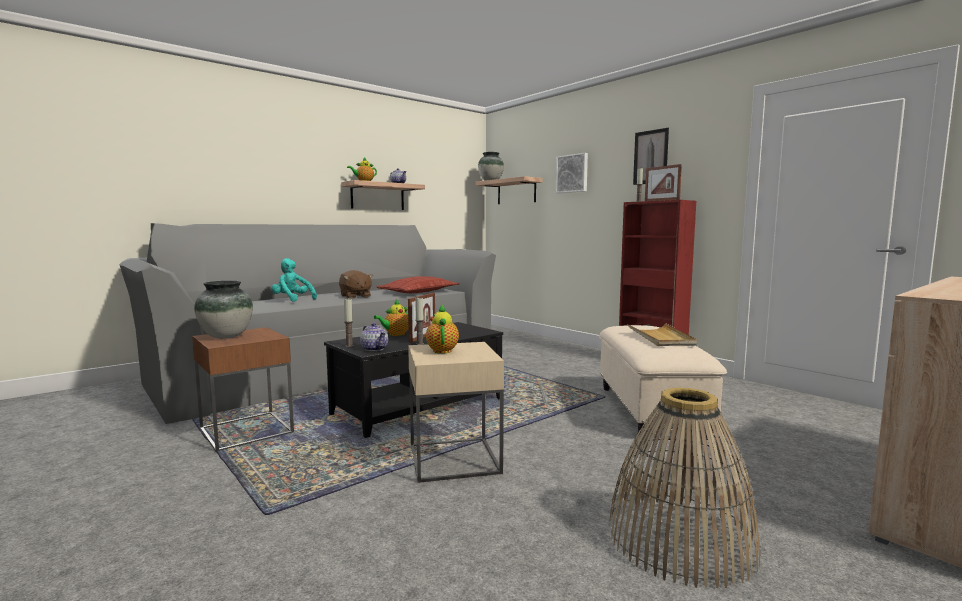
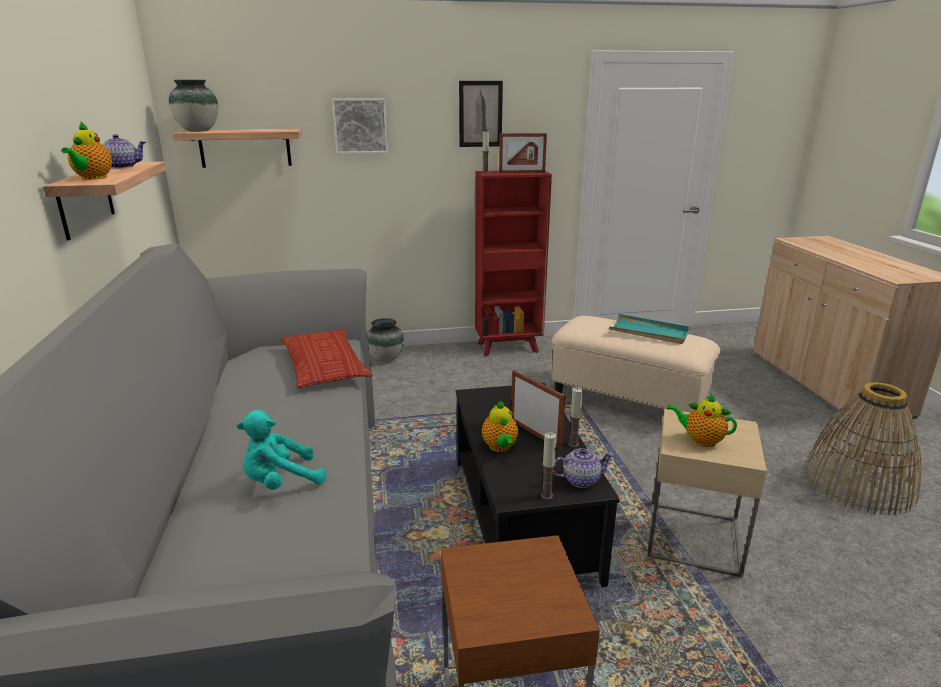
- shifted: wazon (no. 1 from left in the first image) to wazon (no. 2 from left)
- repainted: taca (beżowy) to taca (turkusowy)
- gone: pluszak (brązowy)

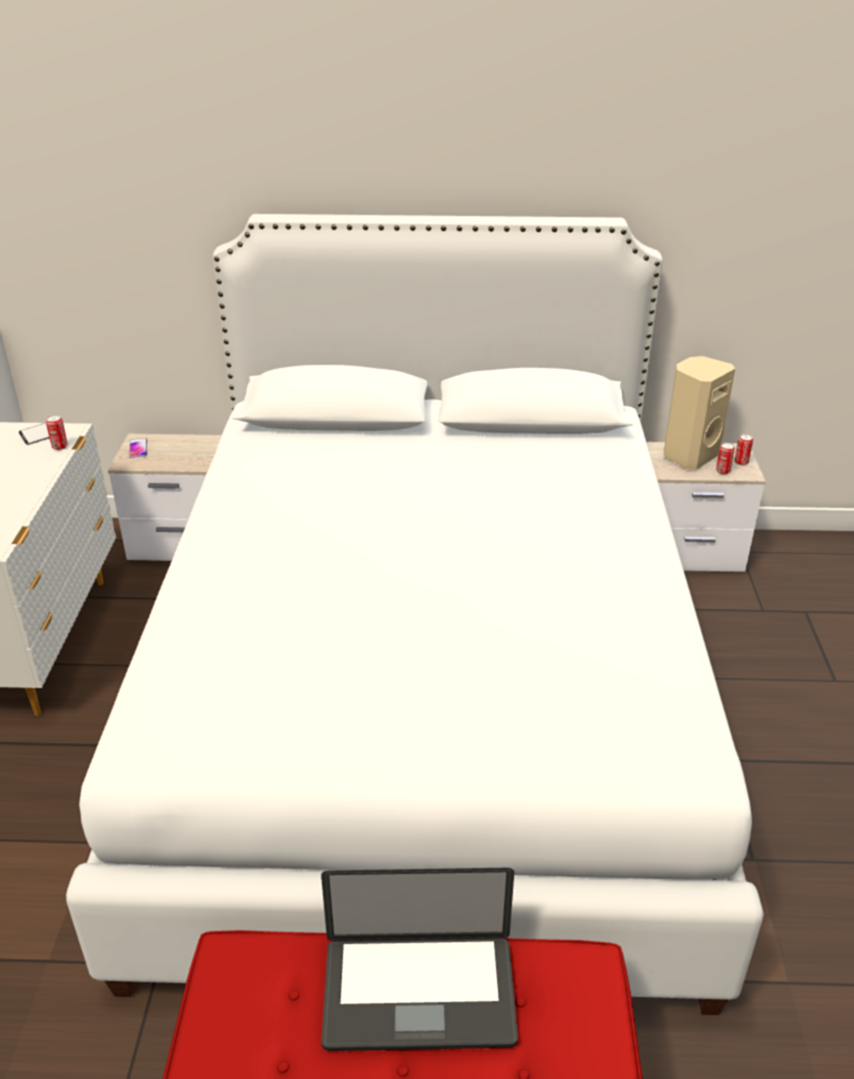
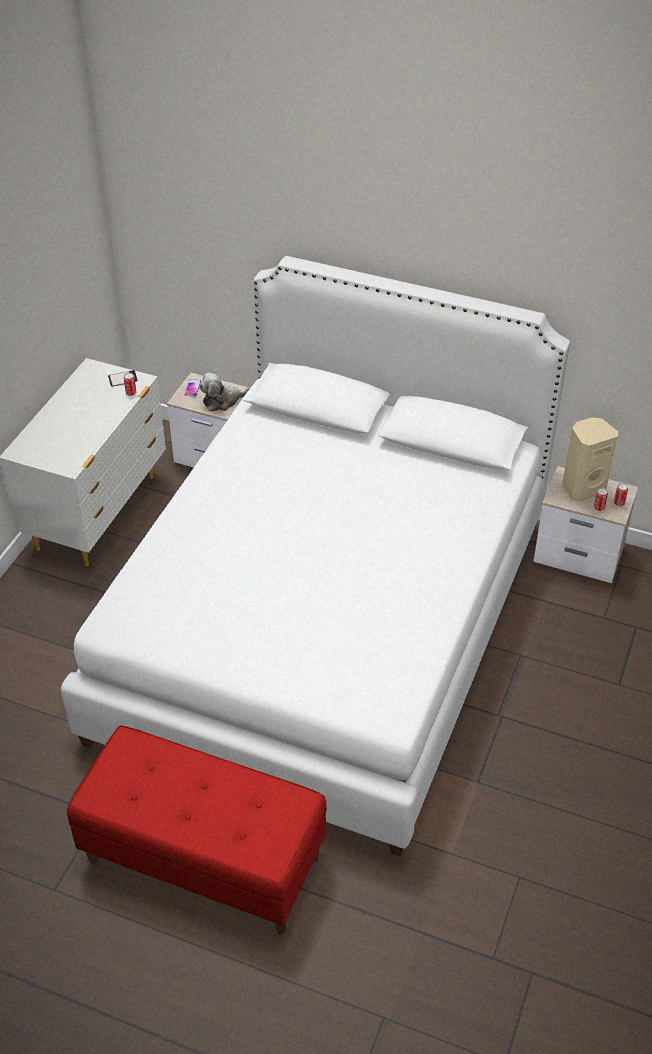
- new: pluszak
- gone: laptop

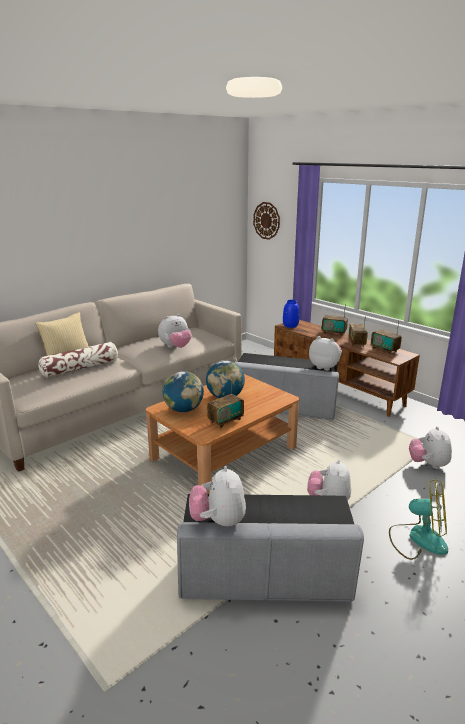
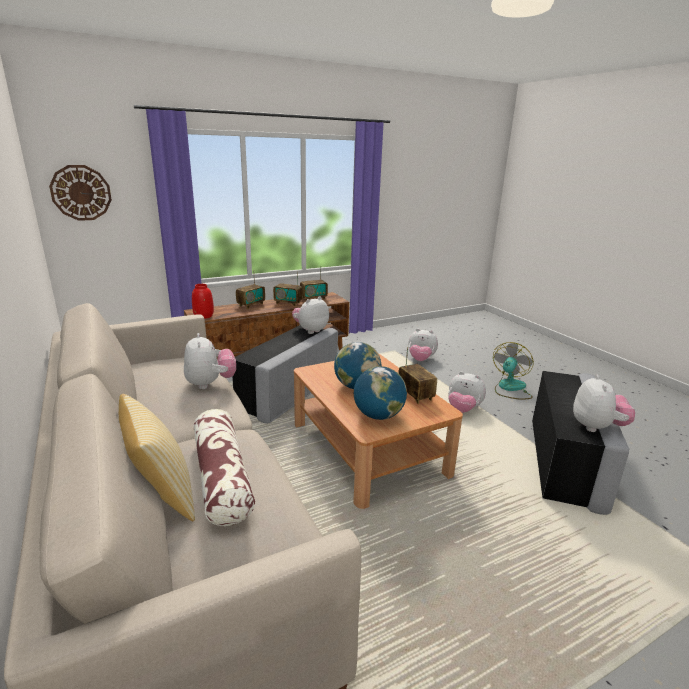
- repainted: wazon (niebieski) to wazon (czerwony)
- rotated: pluszak (no. 2 from left in the first image) 90 degrees counterclockwise

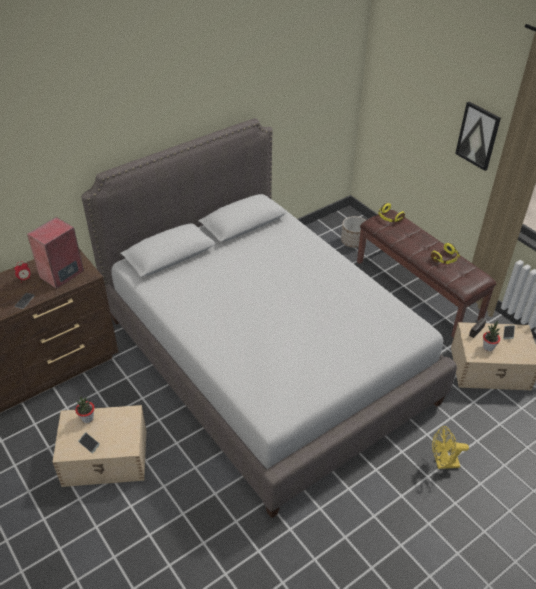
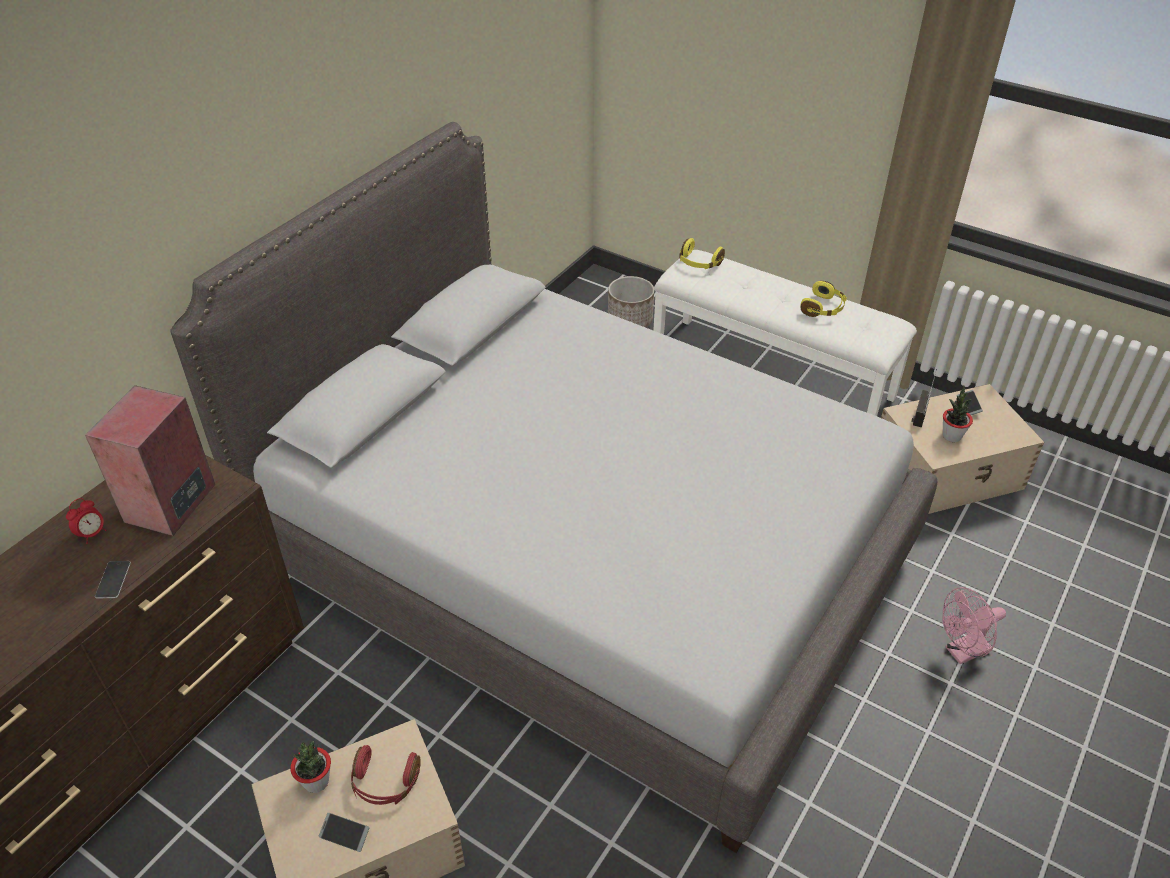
- new: słuchawki (czerwony)
- repainted: ławka (brązowy) to ławka (biały)
- repainted: wentylator (żółty) to wentylator (różowy)
- gone: obraz

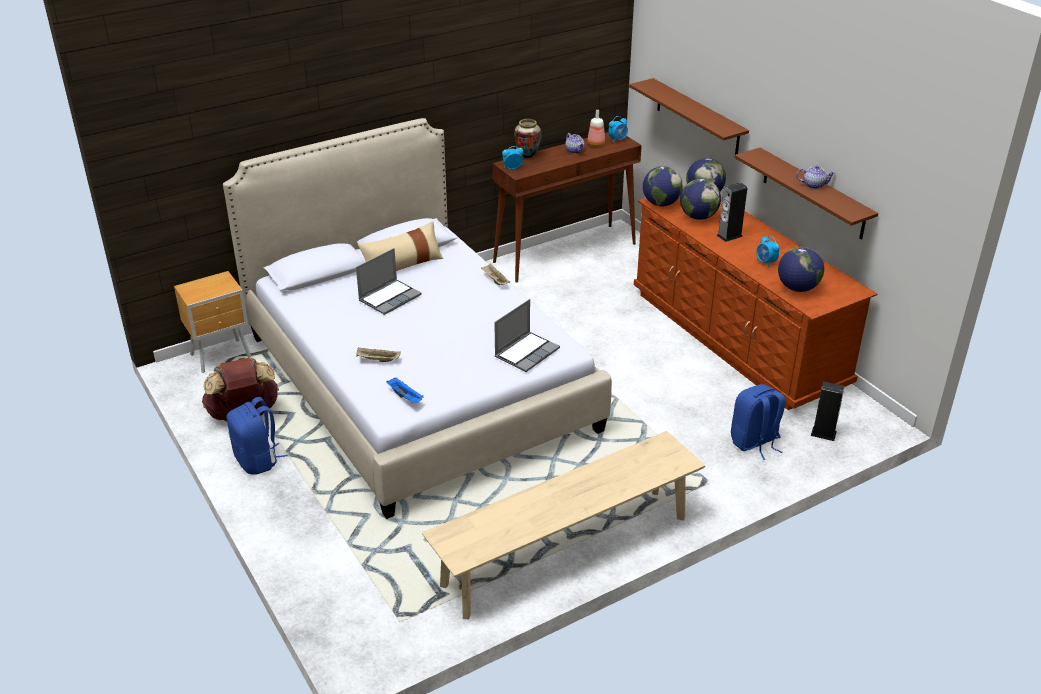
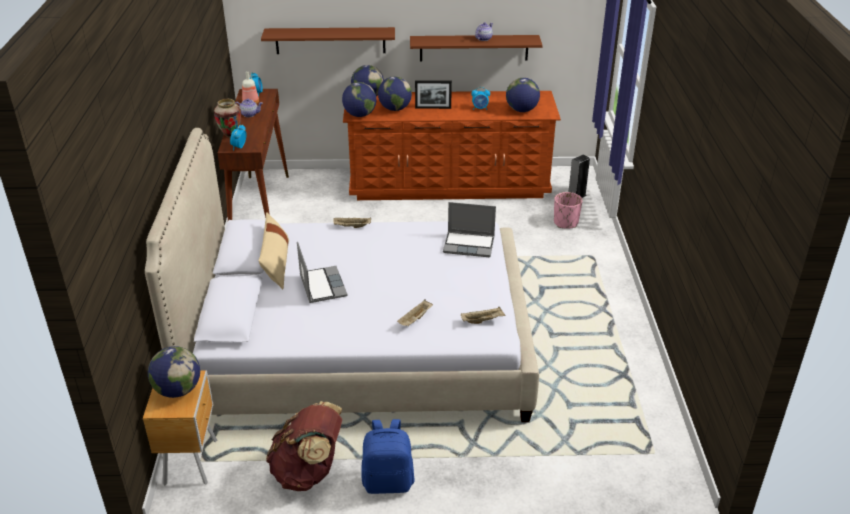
- new: globus (no. 1 from left)
- swapped: głośnik (no. 1 from left) to ramka na zdjęcie
- rotated: laptop (no. 2 from left) 120 degrees clockwise
- repainted: taca (niebieski) to taca (beżowy) (no. 3 from left)
- swapped: plecak (niebieski) (no. 2 from left) to donica (różowy)
- gone: ławka (beżowy)

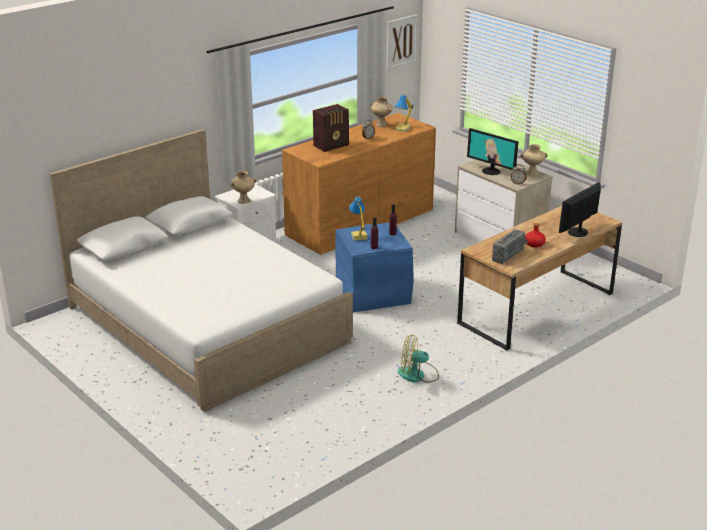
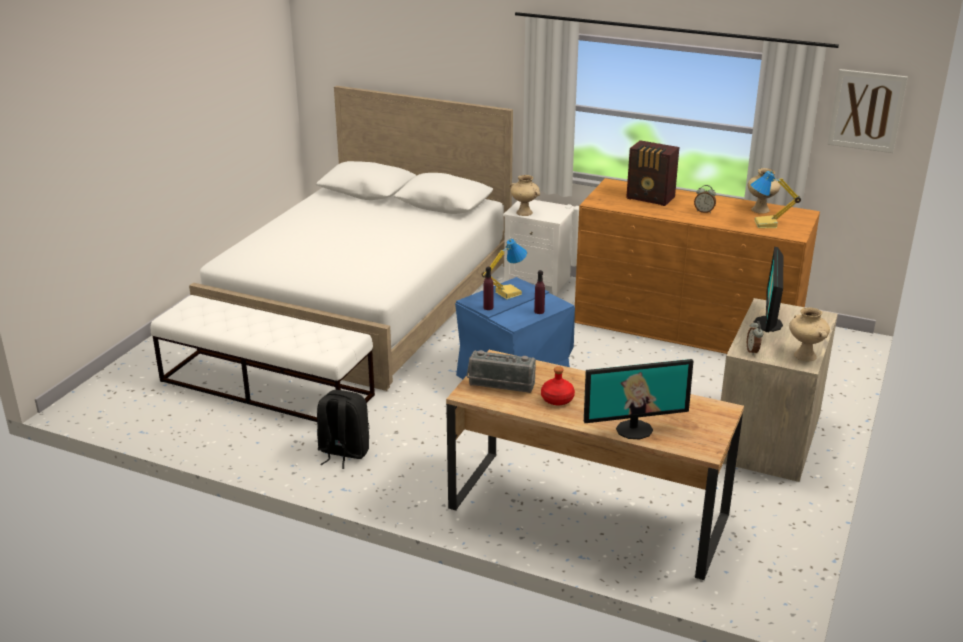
- new: ławka (biały)
- swapped: wentylator to plecak (czarny)
- rotated: monitor (no. 2 from left in the first image) 150 degrees clockwise

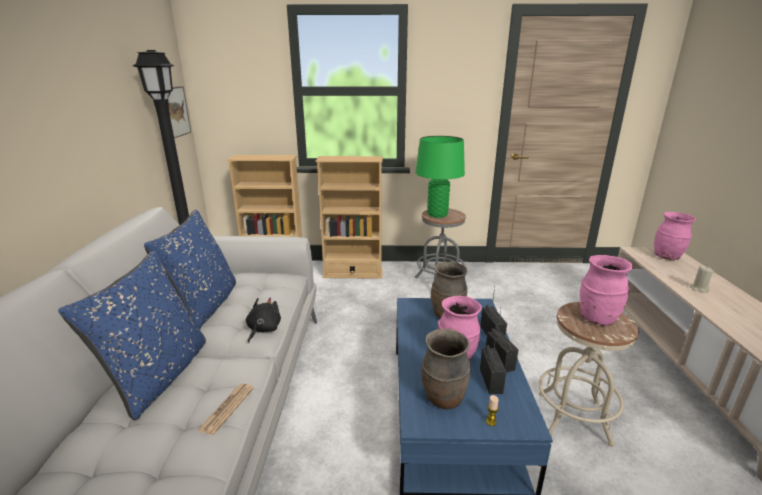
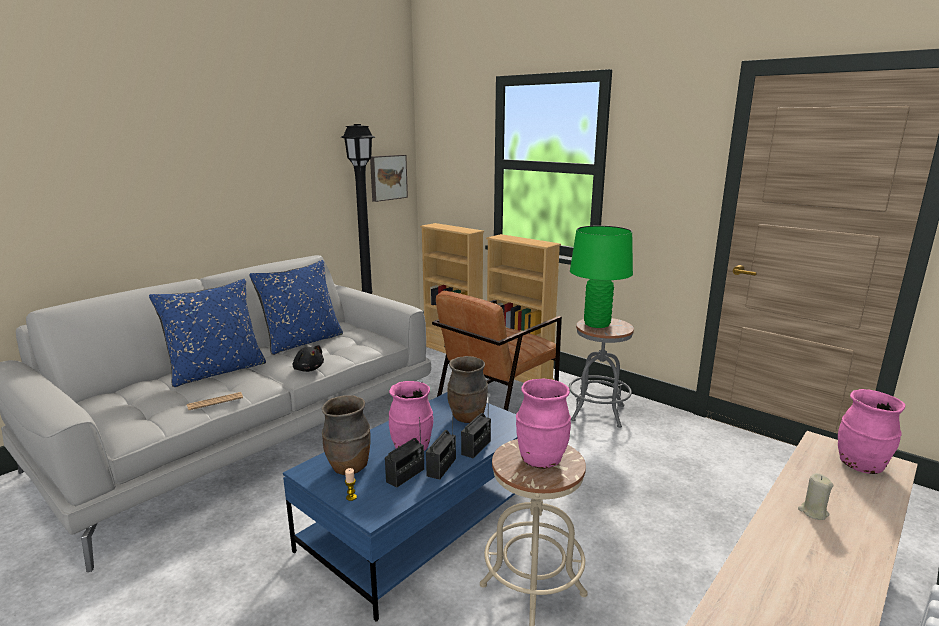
- rotated: pluszak (czarny) 75 degrees clockwise
- new: fotel (brązowy)

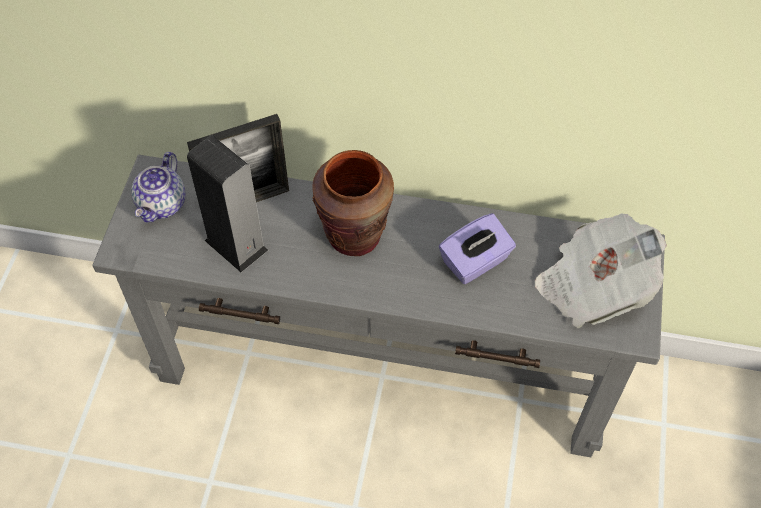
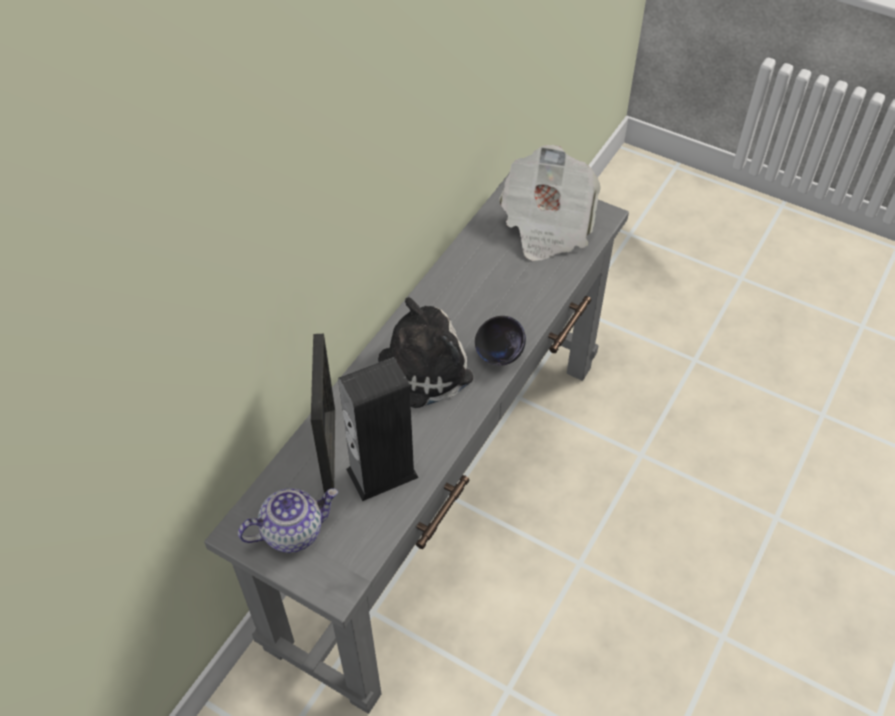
- rotated: imbryk 60 degrees counterclockwise
- swapped: wazon (brązowy) to pluszak
- new: miska (czarny)
- gone: pudełko chusteczek (fioletowy)

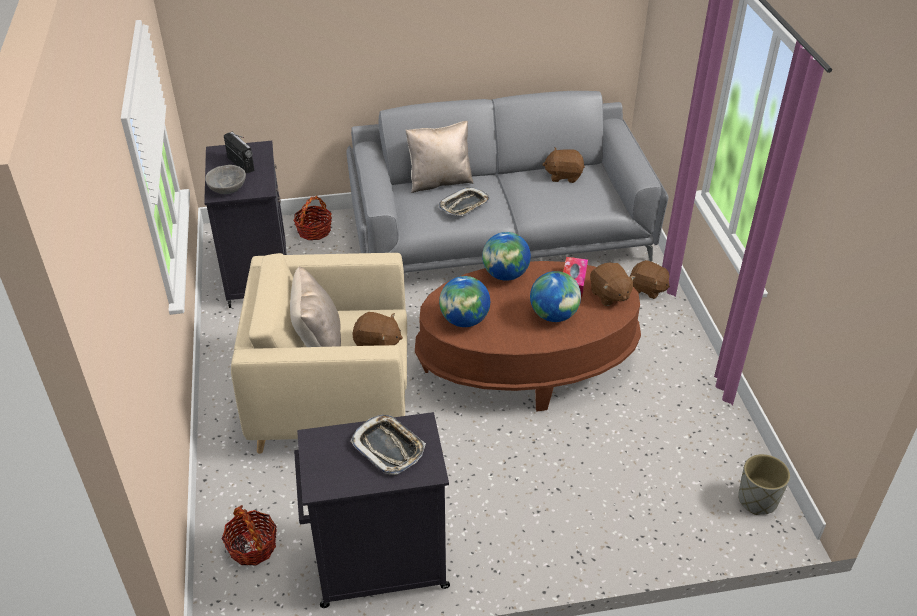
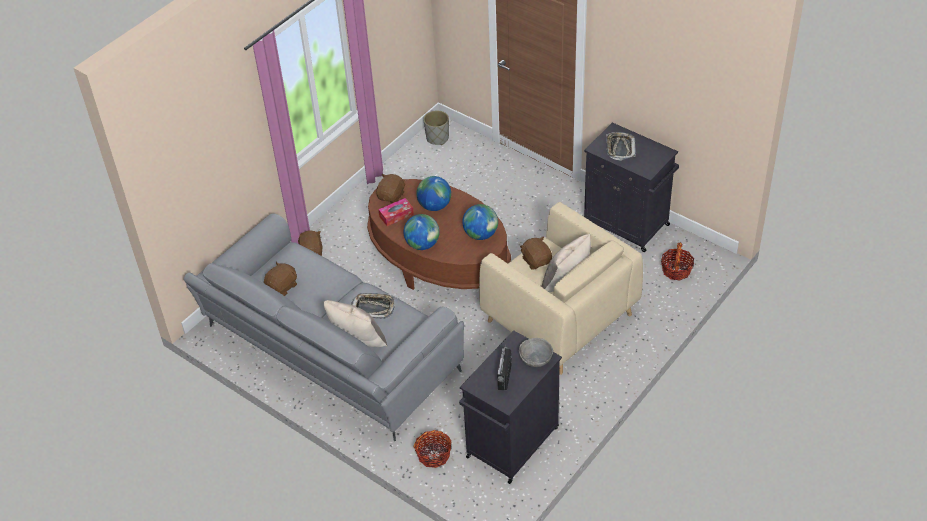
- rotated: pluszak (brązowy) (no. 2 from left in the first image) 105 degrees counterclockwise

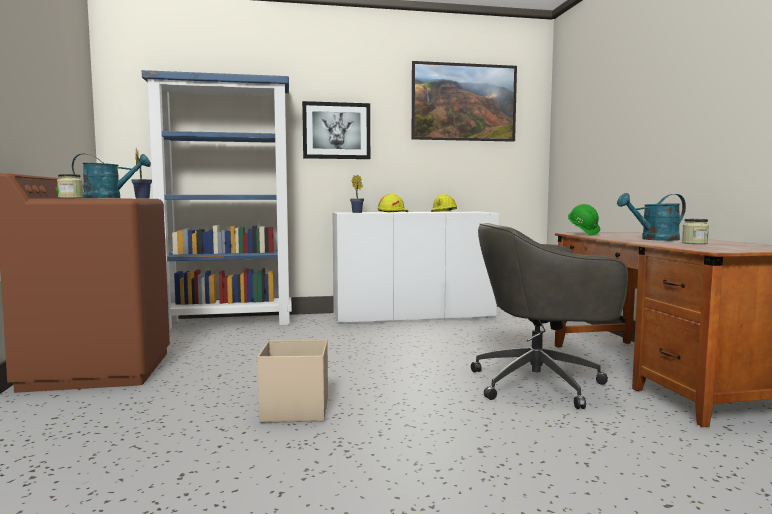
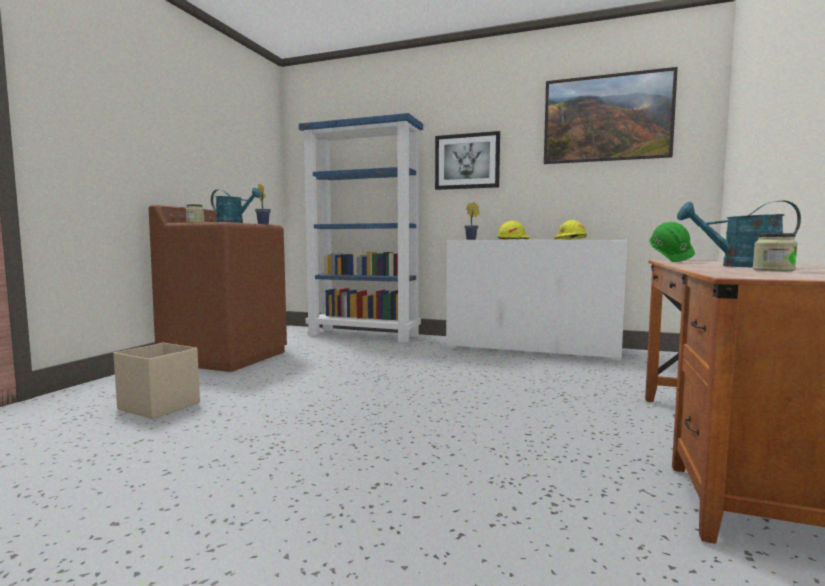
- shifted: pojemnik do przechowywania (beżowy)
- gone: krzesło biurowe (szary)

